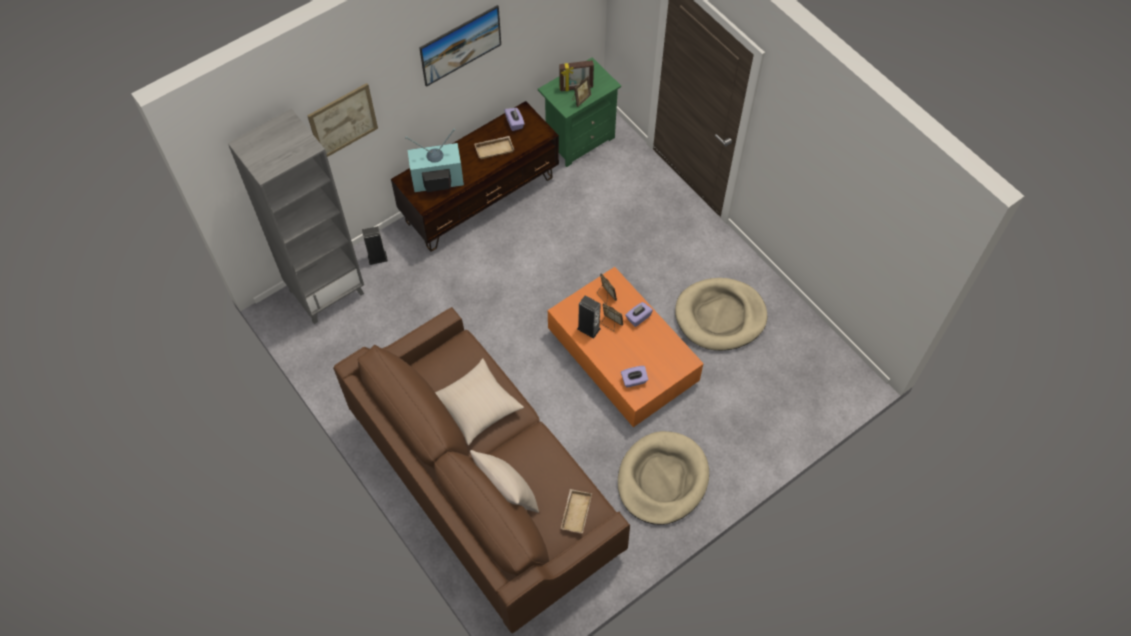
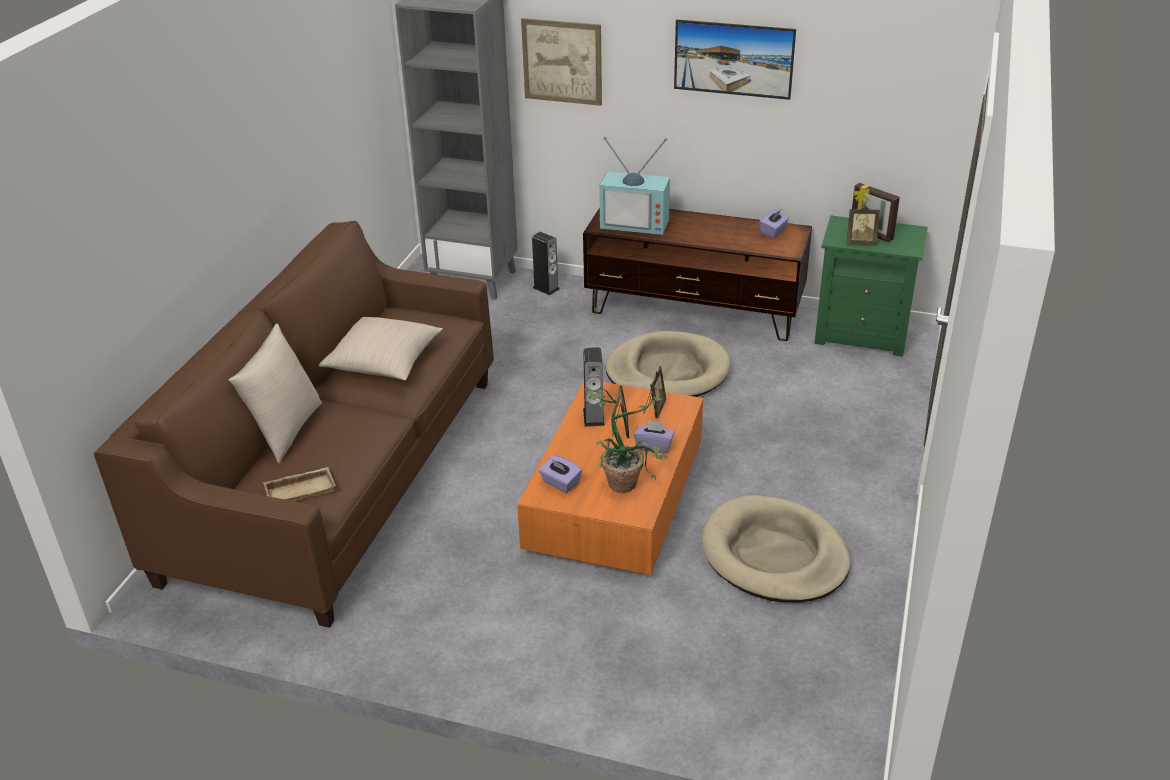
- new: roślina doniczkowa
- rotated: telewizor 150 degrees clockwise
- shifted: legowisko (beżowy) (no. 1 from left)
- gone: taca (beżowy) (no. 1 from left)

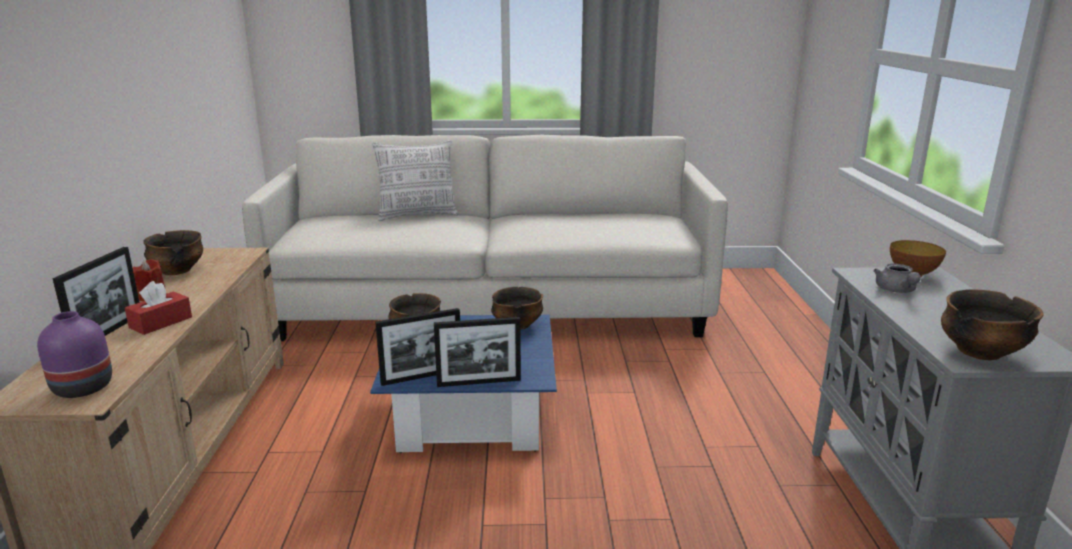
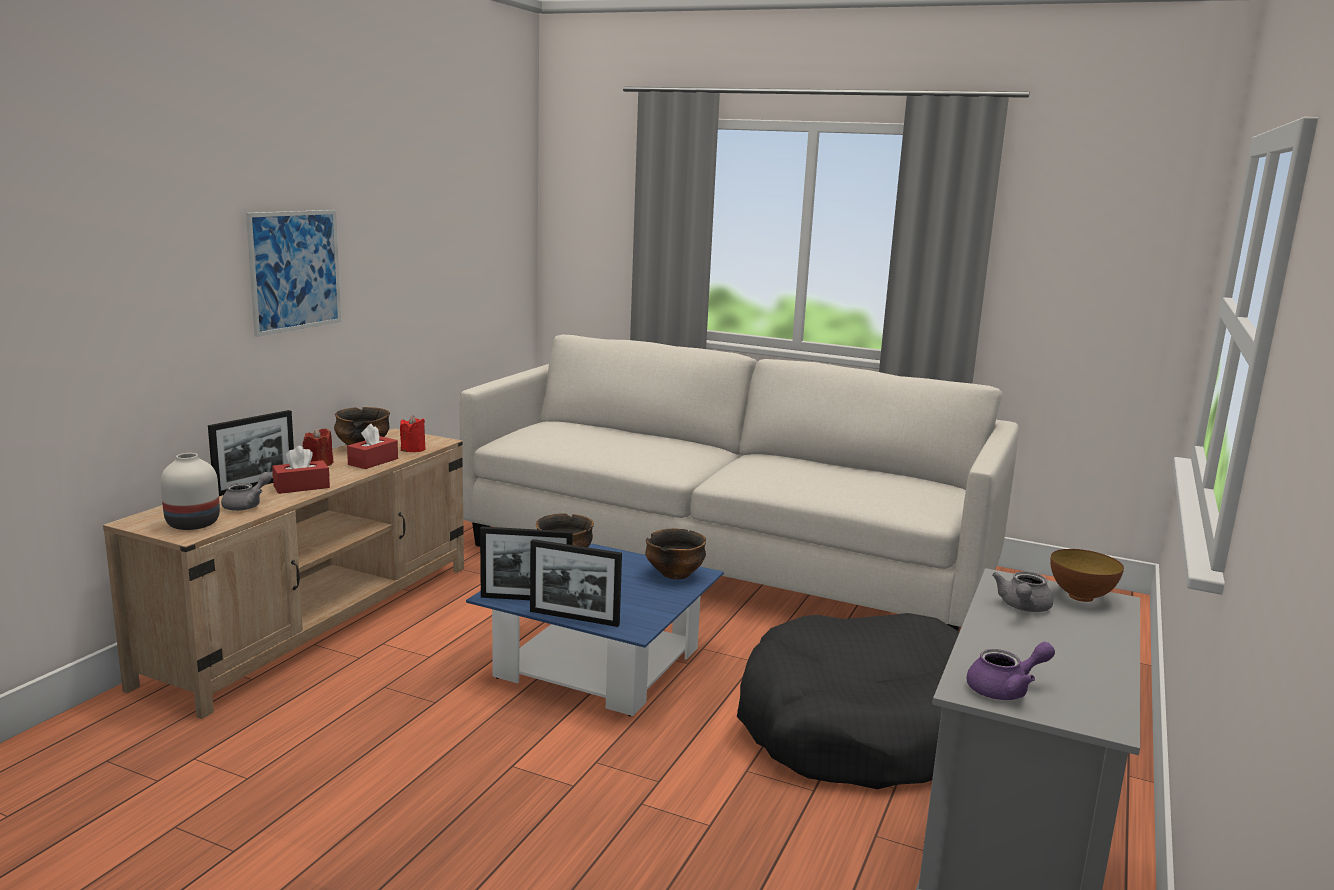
- repainted: wazon (fioletowy) to wazon (biały)
- new: imbryk (szary) (no. 1 from left)
- new: obraz
- new: pudełko chusteczek (czerwony) (no. 2 from left)
- new: świeca (czerwony) (no. 2 from left)
- new: legowisko (czarny)
- swapped: miska (no. 5 from left) to imbryk (fioletowy)
- gone: poduszka

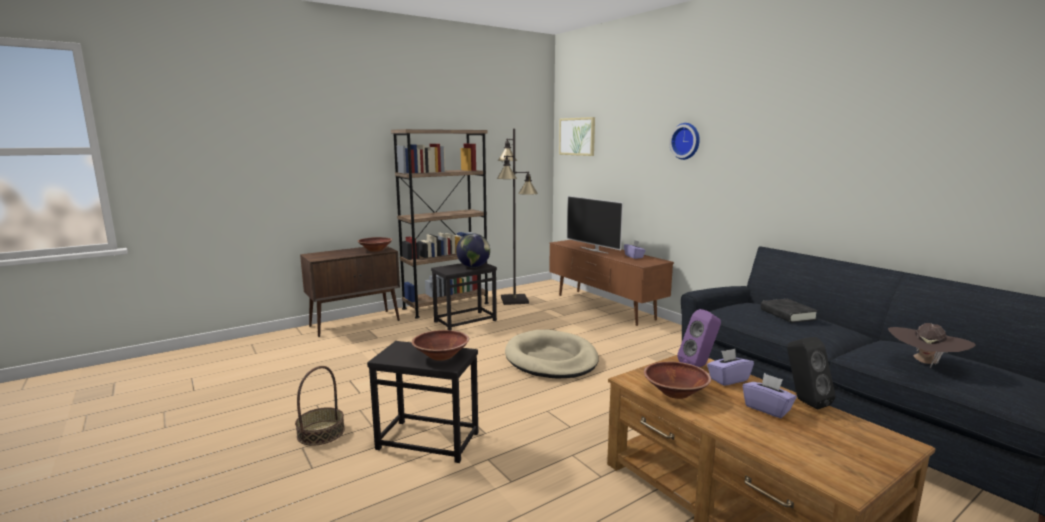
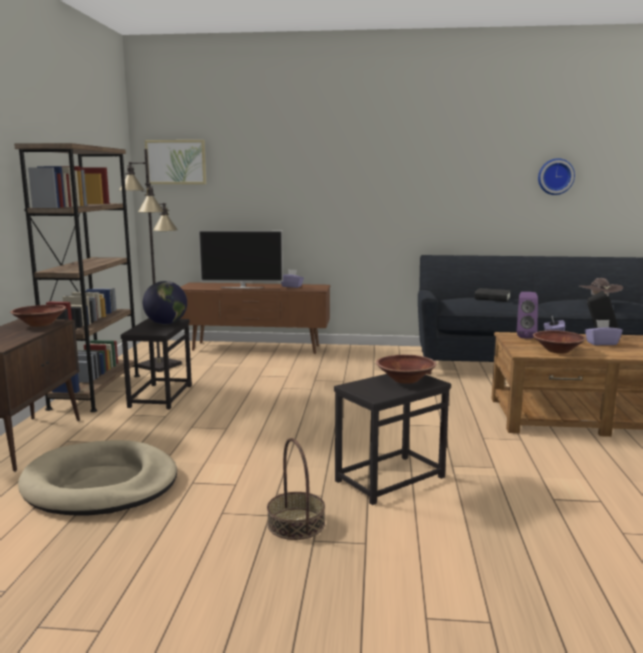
- shifted: legowisko (beżowy)
- shifted: zegar ścienny

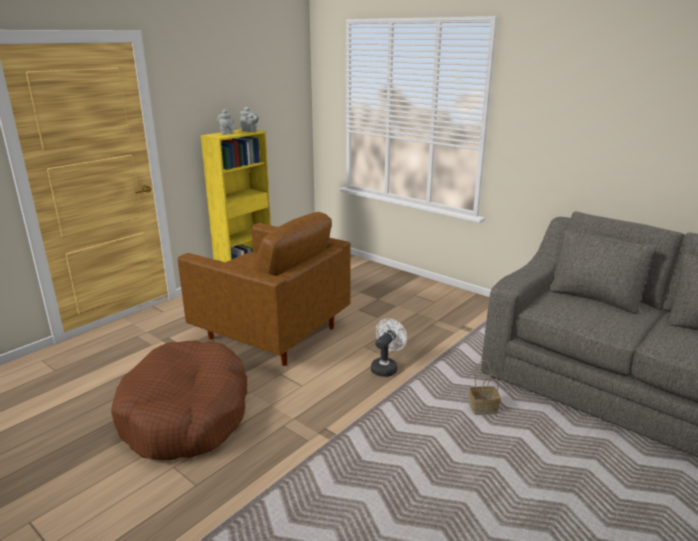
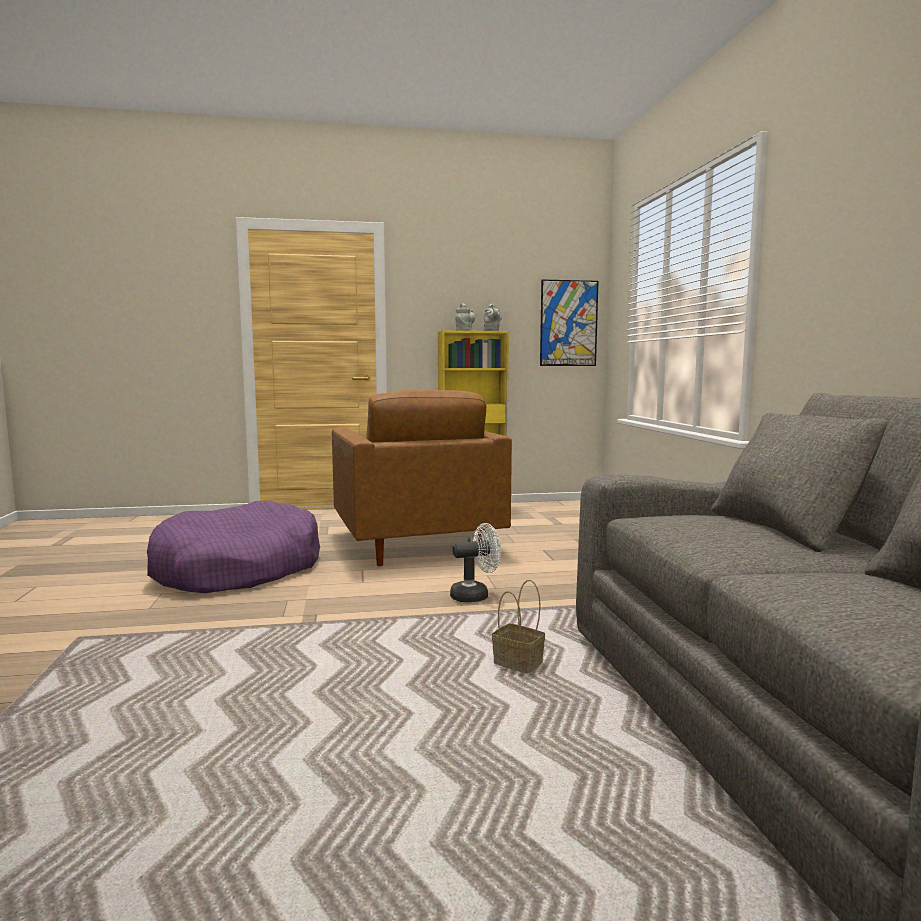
- repainted: legowisko (brązowy) to legowisko (fioletowy)
- new: obraz

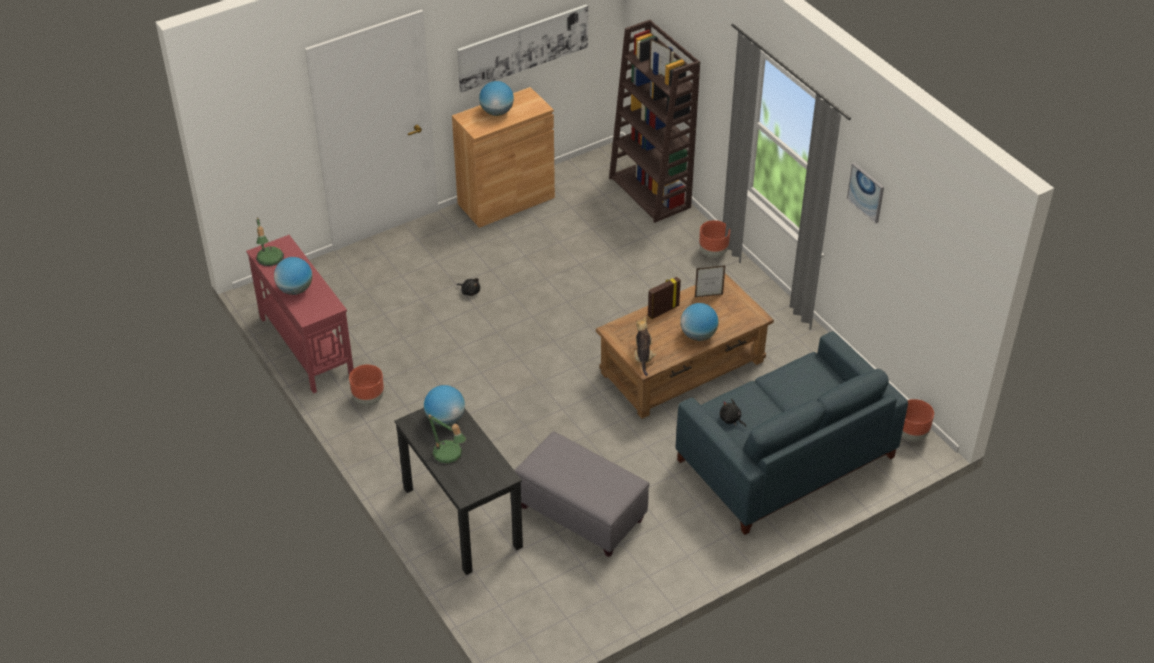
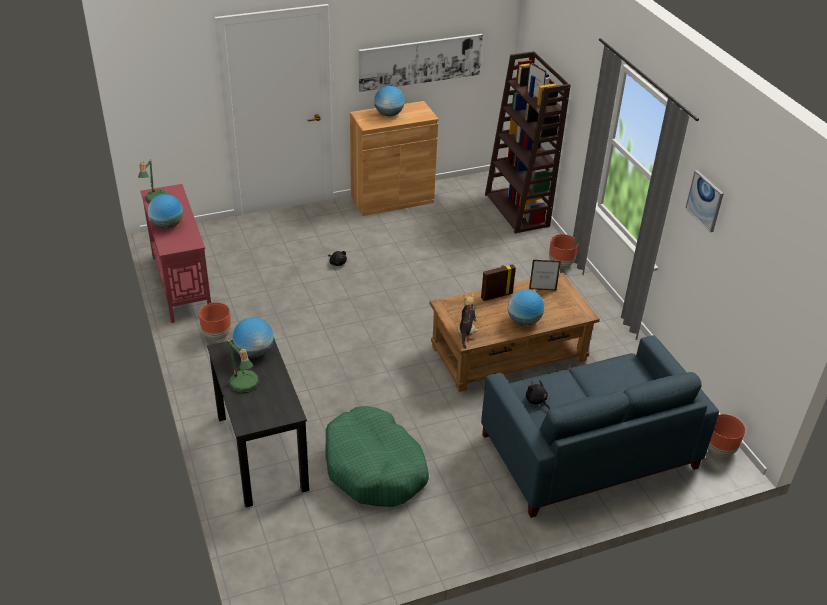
- swapped: pufa (szary) to legowisko (zielony)

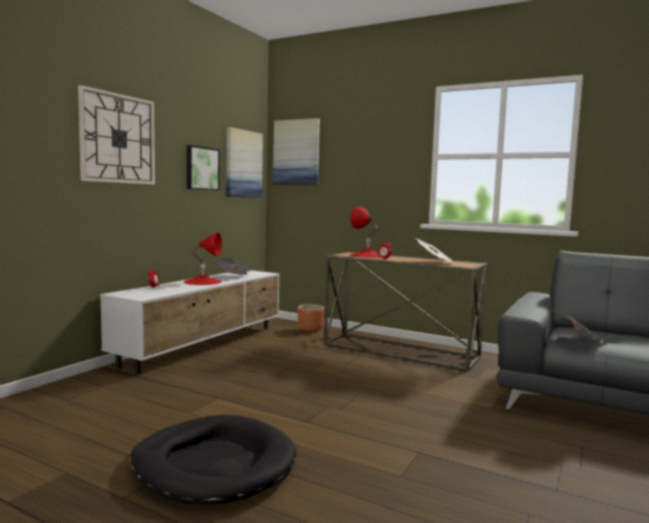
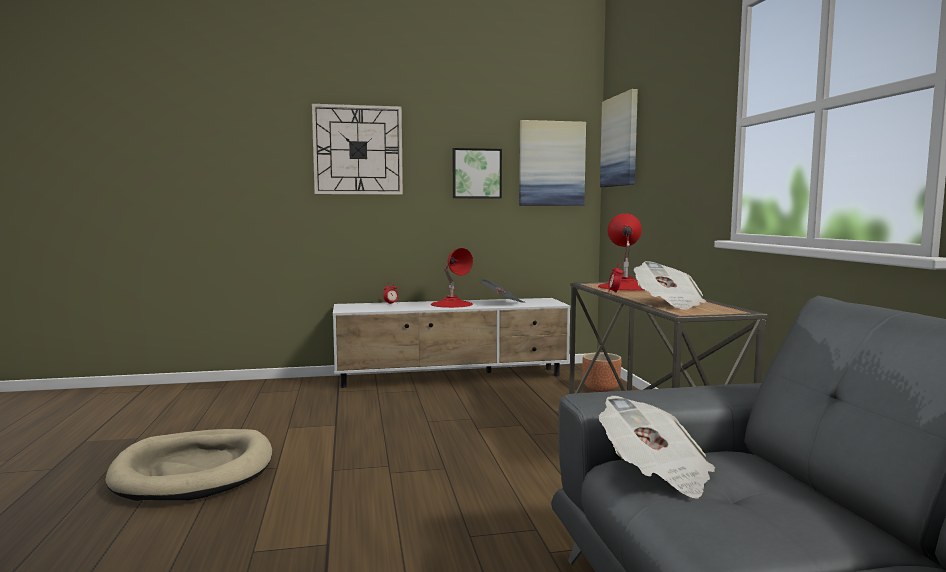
- repainted: legowisko (czarny) to legowisko (beżowy)

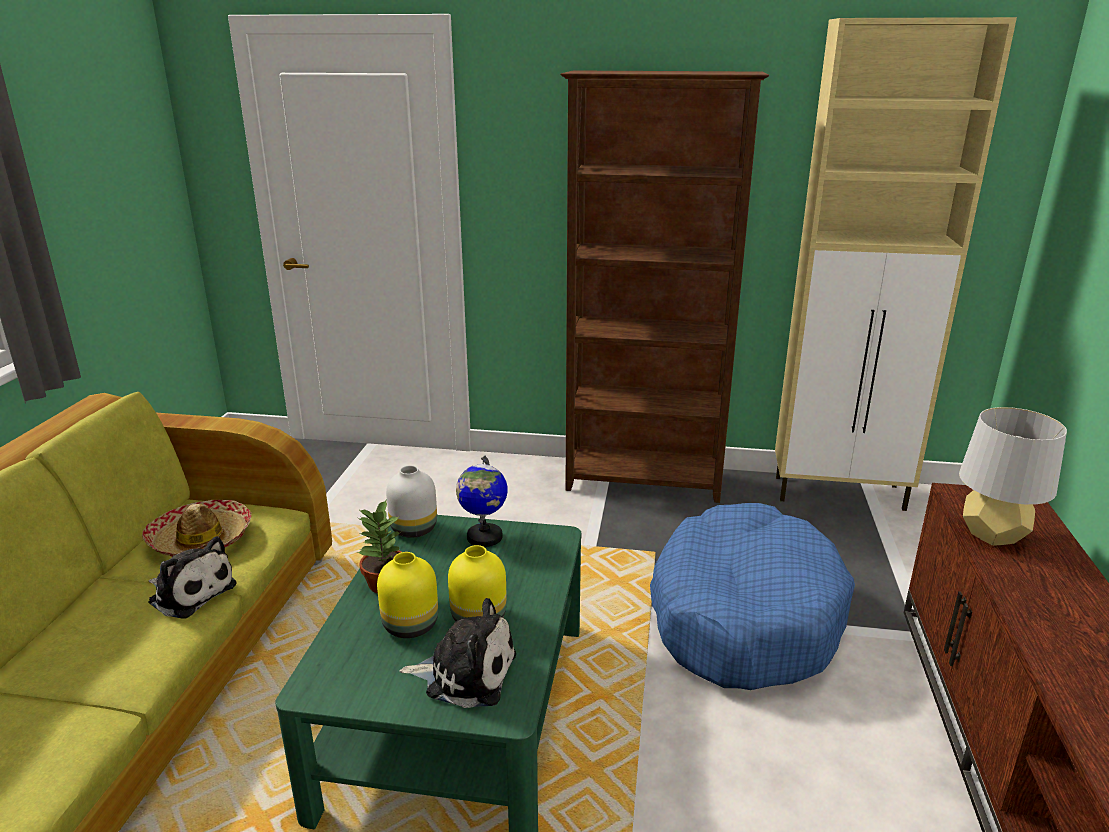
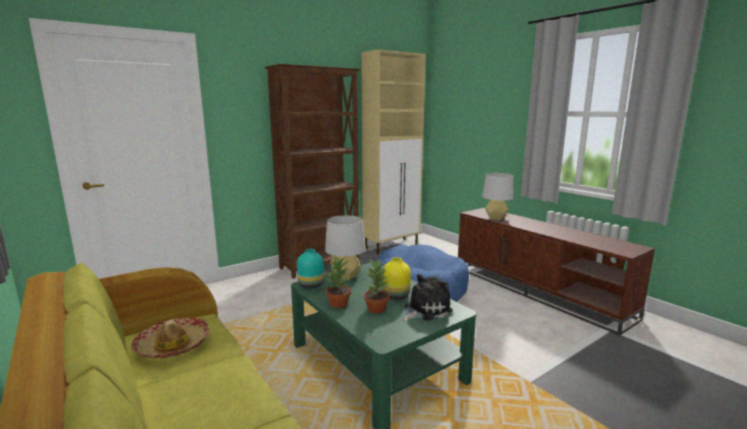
- repainted: wazon (biały) to wazon (turkusowy)
- swapped: globus to lampa stołowa (szary) (no. 1 from left)
- swapped: wazon (żółty) (no. 1 from left) to roślina doniczkowa (no. 2 from left)
- gone: pluszak (no. 1 from left)

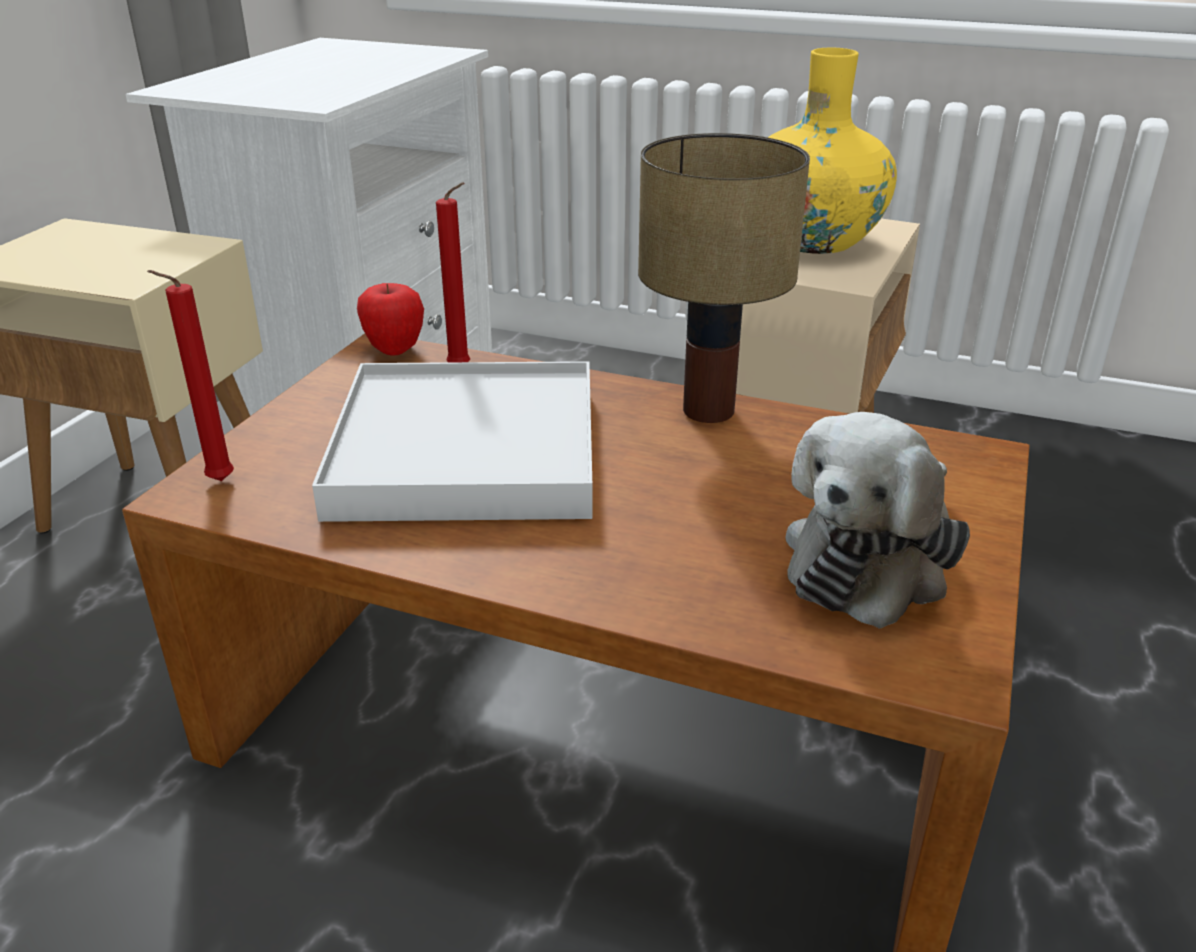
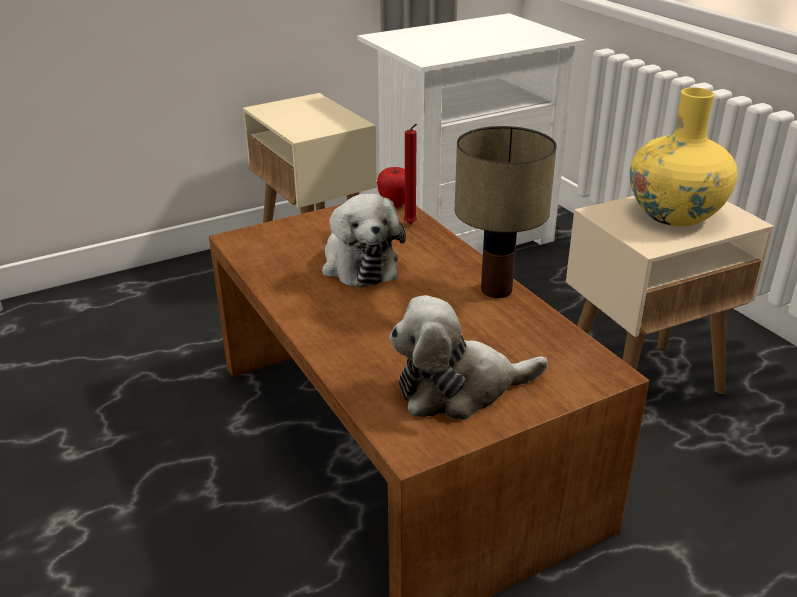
- swapped: taca (biały) to pluszak (no. 1 from left)
- gone: świeca (czerwony) (no. 1 from left)

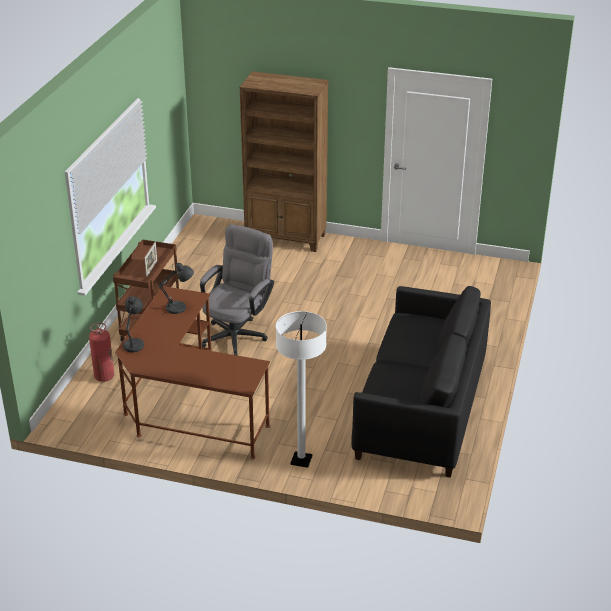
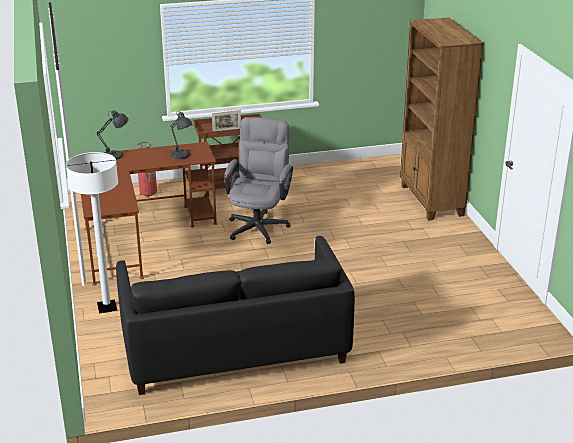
- rotated: krzesło biurowe (szary) 75 degrees counterclockwise

